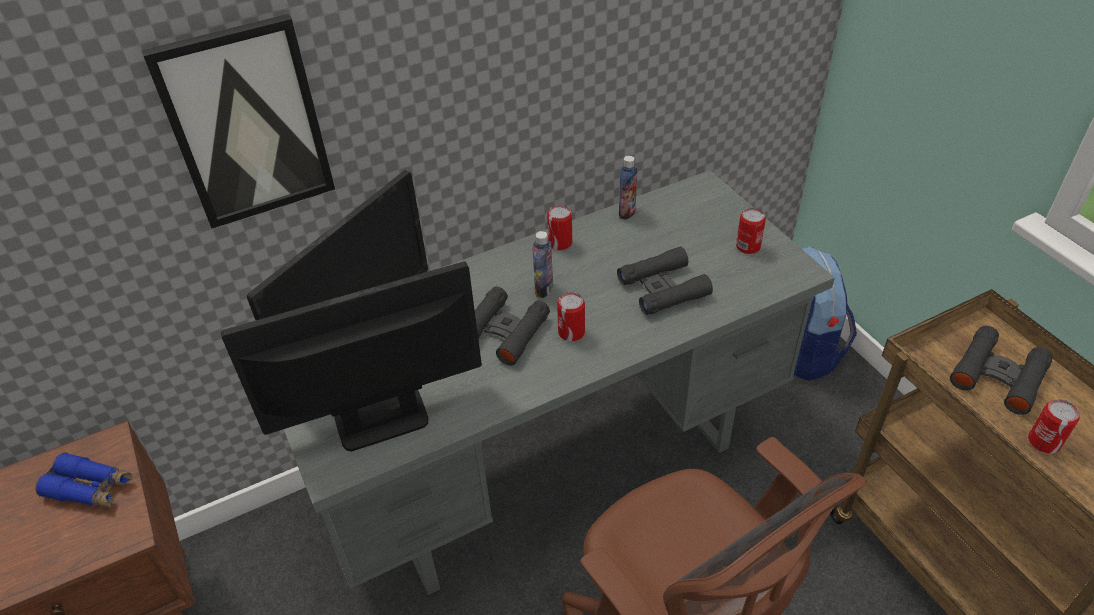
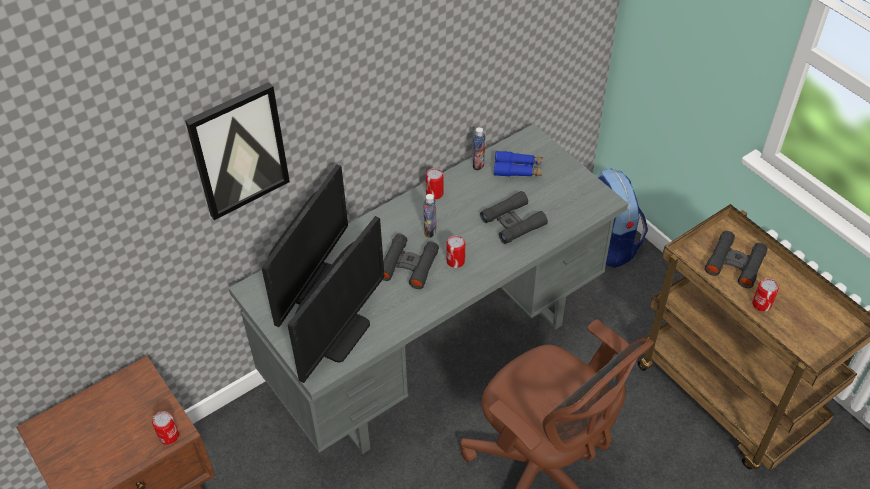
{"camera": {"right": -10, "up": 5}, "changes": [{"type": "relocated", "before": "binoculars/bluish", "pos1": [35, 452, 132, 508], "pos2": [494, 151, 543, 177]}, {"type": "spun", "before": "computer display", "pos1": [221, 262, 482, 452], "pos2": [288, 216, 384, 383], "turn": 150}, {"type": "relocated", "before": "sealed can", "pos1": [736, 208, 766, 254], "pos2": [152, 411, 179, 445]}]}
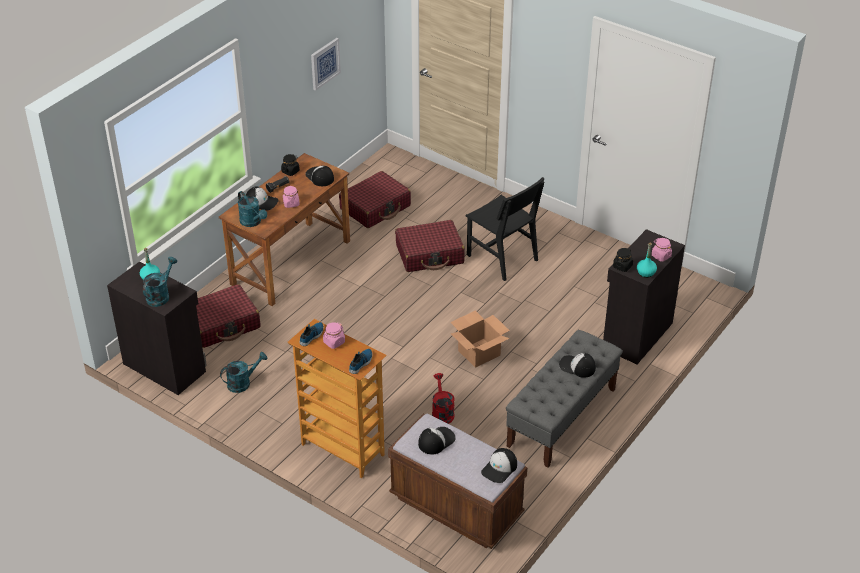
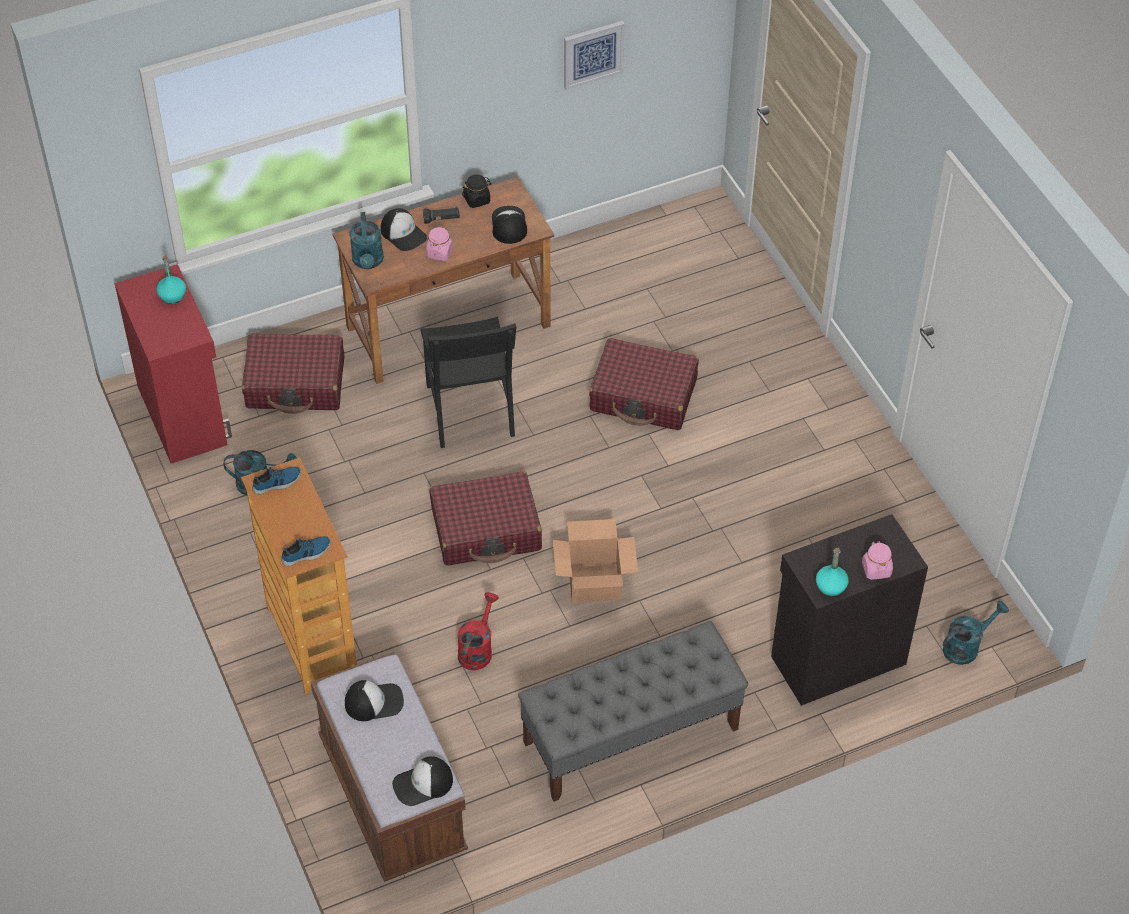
{"camera": {"right": 30, "up": 10}, "changes": [{"type": "colour", "before": "cabinet/blackish", "after": "cabinet/red-coloured", "pos1": [107, 261, 207, 395], "pos2": [115, 264, 232, 464]}, {"type": "relocated", "before": "watering can/turquoise-coloured", "pos1": [143, 257, 177, 307], "pos2": [943, 601, 1009, 665]}, {"type": "missing", "before": "jar/pinkish", "pos1": [323, 322, 345, 349]}, {"type": "relocated", "before": "travel case/red-coloured", "pos1": [339, 171, 411, 228], "pos2": [429, 471, 542, 566]}, {"type": "relocated", "before": "plain chair/blackish", "pos1": [466, 177, 545, 281], "pos2": [421, 317, 516, 448]}, {"type": "missing", "before": "peaked cap", "pos1": [559, 353, 596, 378]}, {"type": "missing", "before": "jar/blackish", "pos1": [613, 248, 633, 272]}]}
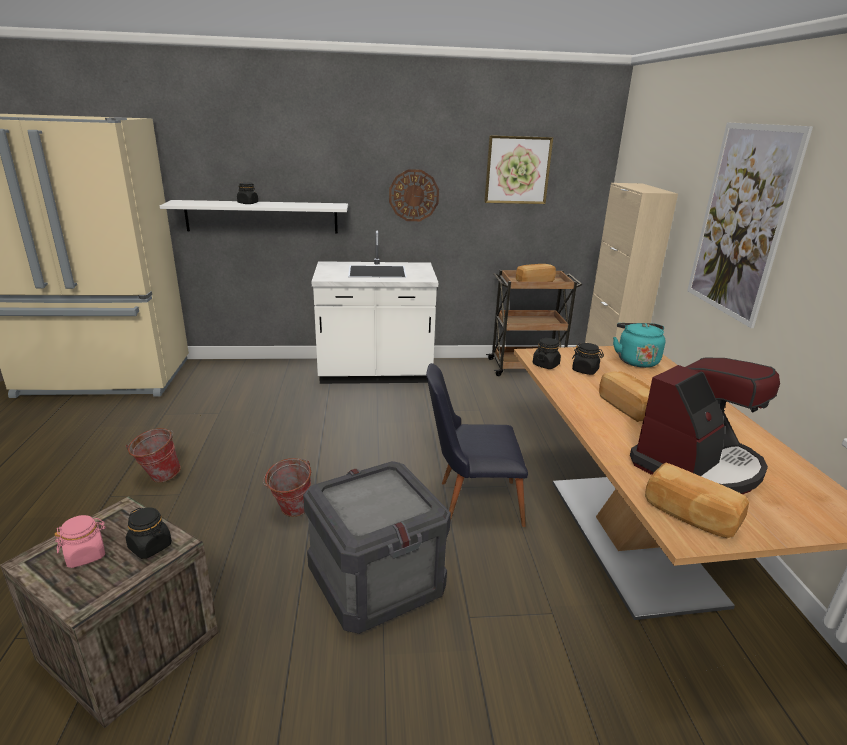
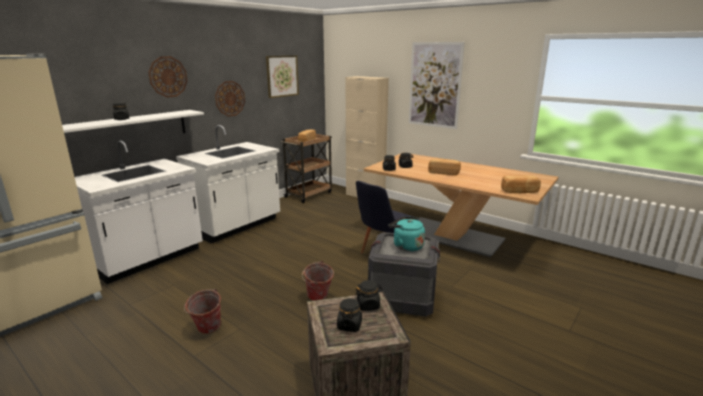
{"camera": {"right": -45, "up": -5}, "changes": [{"type": "colour", "before": "jar/pinkish", "after": "jar/blackish", "pos1": [54, 515, 106, 568], "pos2": [337, 298, 362, 332]}, {"type": "relocated", "before": "water kettle/turquoise-coloured", "pos1": [613, 323, 665, 368], "pos2": [388, 217, 425, 252]}, {"type": "missing", "before": "coffee brewer", "pos1": [630, 357, 780, 494]}, {"type": "appeared", "after": "kitchen base unit/white-coloured", "pos2": [75, 140, 203, 284]}, {"type": "appeared", "after": "hanging clock", "pos2": [148, 56, 188, 98]}]}
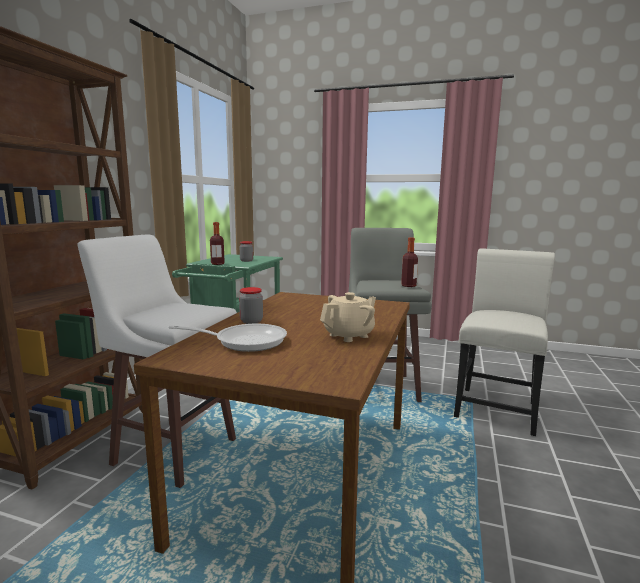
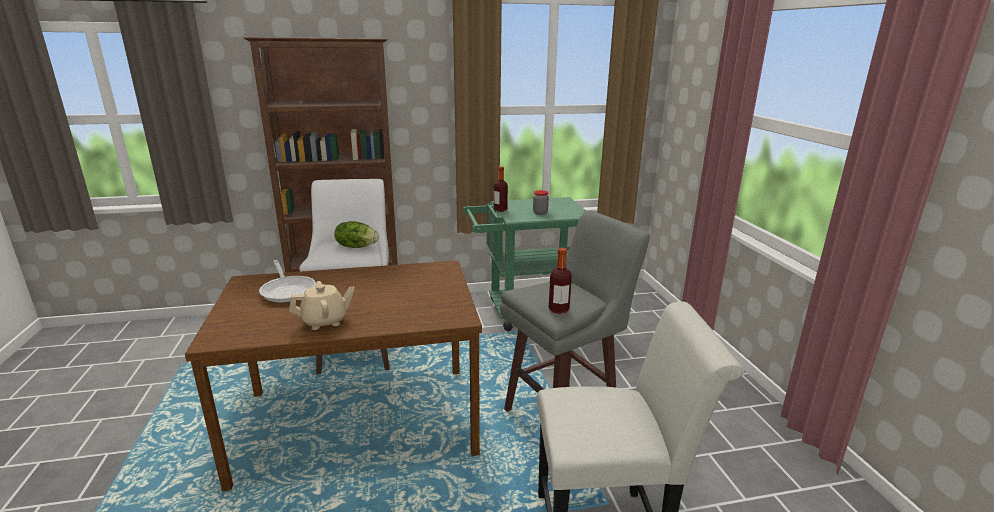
{"camera": {"right": 60, "up": 10}, "changes": [{"type": "missing", "before": "jar", "pos1": [239, 287, 263, 324]}, {"type": "spun", "before": "tea pot/beige", "pos1": [320, 292, 376, 342], "pos2": [289, 281, 355, 330], "turn": -45}, {"type": "appeared", "after": "head of lettuce", "pos2": [334, 221, 379, 248]}]}
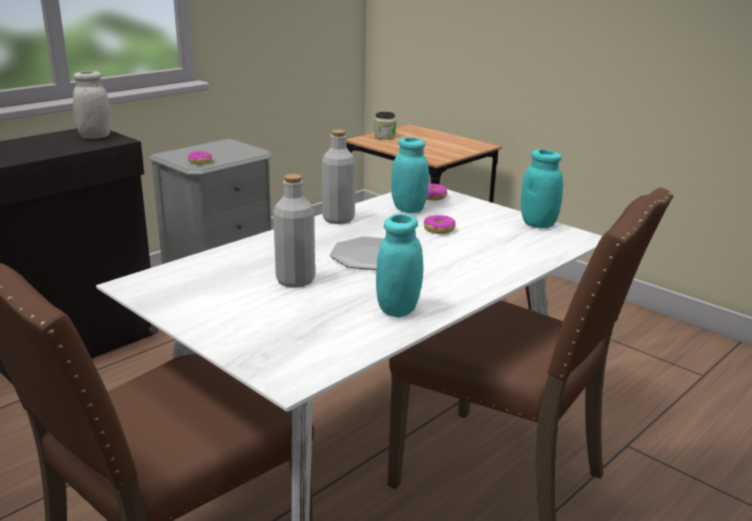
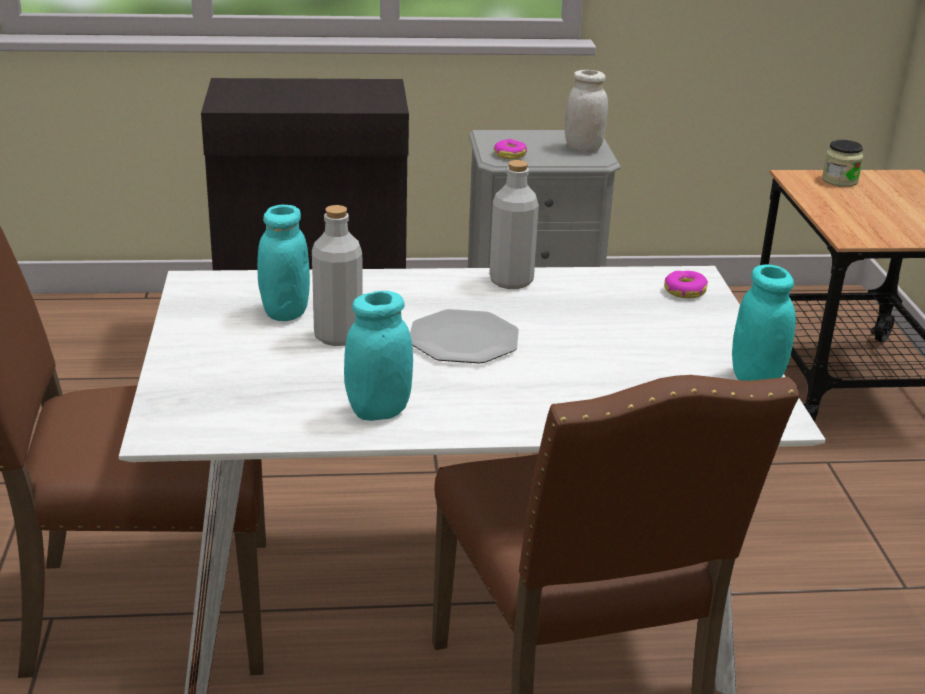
{"camera": {"right": 40, "up": 5}, "changes": [{"type": "relocated", "before": "jar/white-coloured", "pos1": [73, 71, 111, 139], "pos2": [565, 70, 608, 152]}, {"type": "relocated", "before": "jar/turquoise-coloured", "pos1": [391, 137, 429, 213], "pos2": [257, 205, 310, 321]}, {"type": "missing", "before": "donut", "pos1": [424, 215, 456, 234]}]}
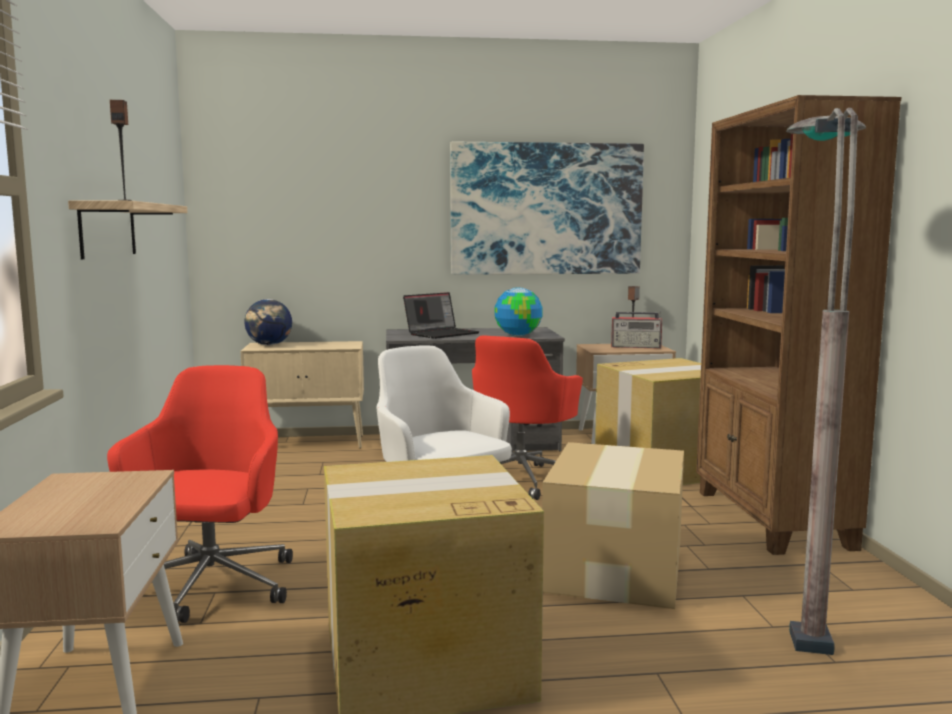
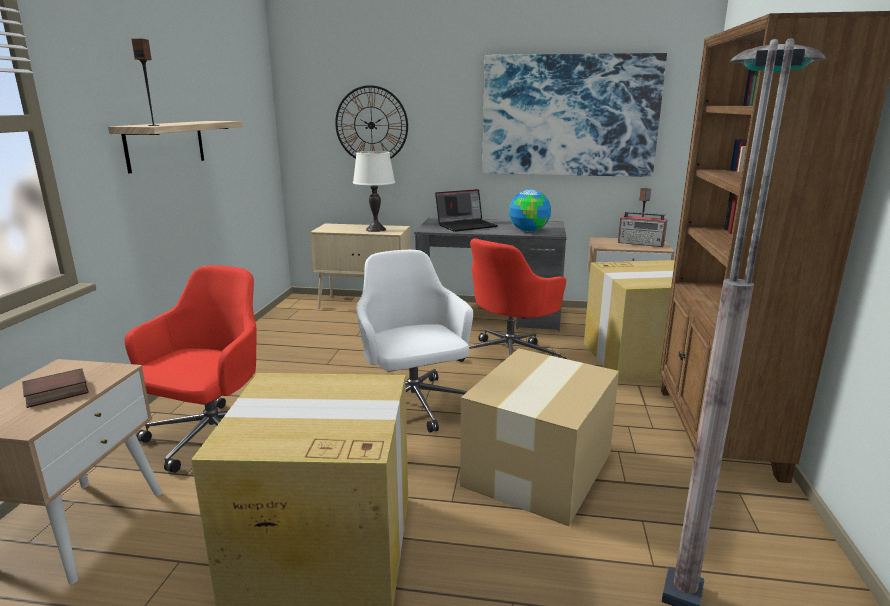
{"camera": {"right": 15, "up": 10}, "changes": [{"type": "missing", "before": "desk globe", "pos1": [244, 299, 292, 345]}, {"type": "appeared", "after": "book", "pos2": [22, 368, 89, 408]}, {"type": "appeared", "after": "hanging clock", "pos2": [335, 85, 408, 159]}, {"type": "appeared", "after": "lamp for a table/white-coloured", "pos2": [353, 151, 395, 232]}]}
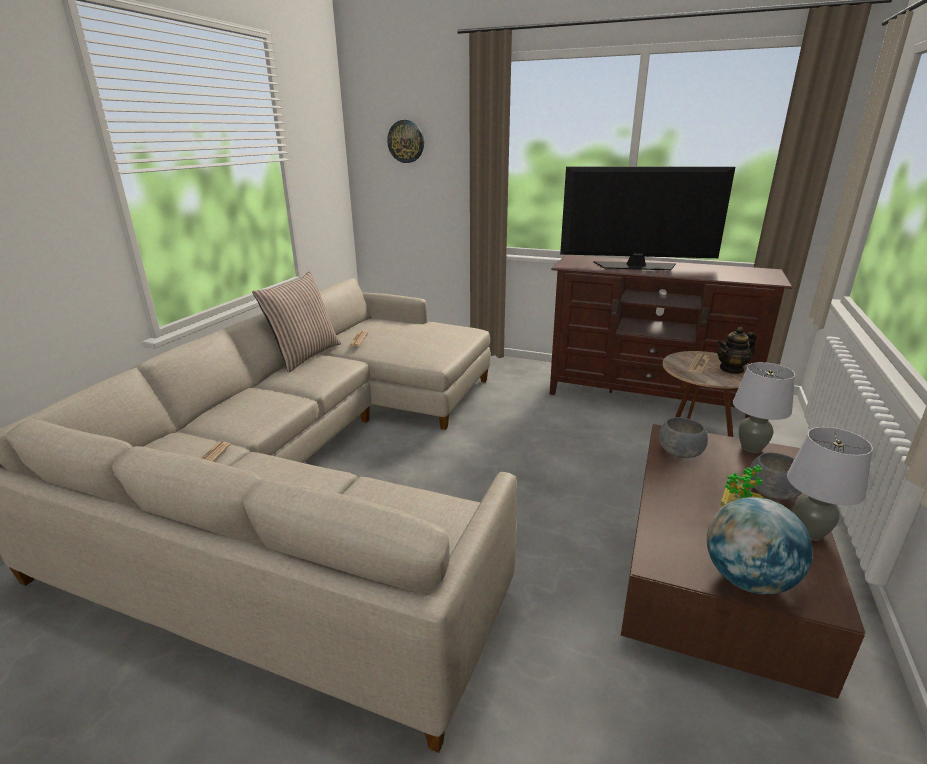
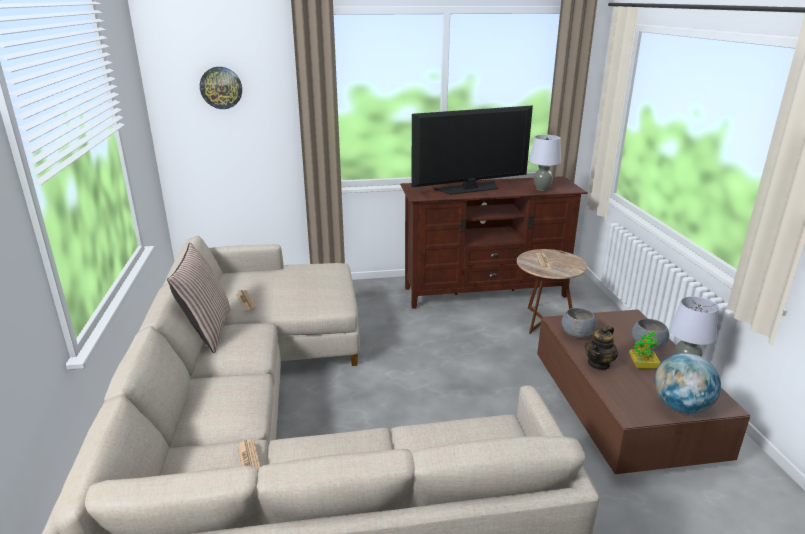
{"camera": {"right": -30, "up": 0}, "changes": [{"type": "relocated", "before": "tea pot", "pos1": [717, 327, 757, 374], "pos2": [585, 326, 618, 371]}, {"type": "relocated", "before": "lamp for a table/greyish", "pos1": [733, 362, 795, 453], "pos2": [529, 135, 561, 191]}]}
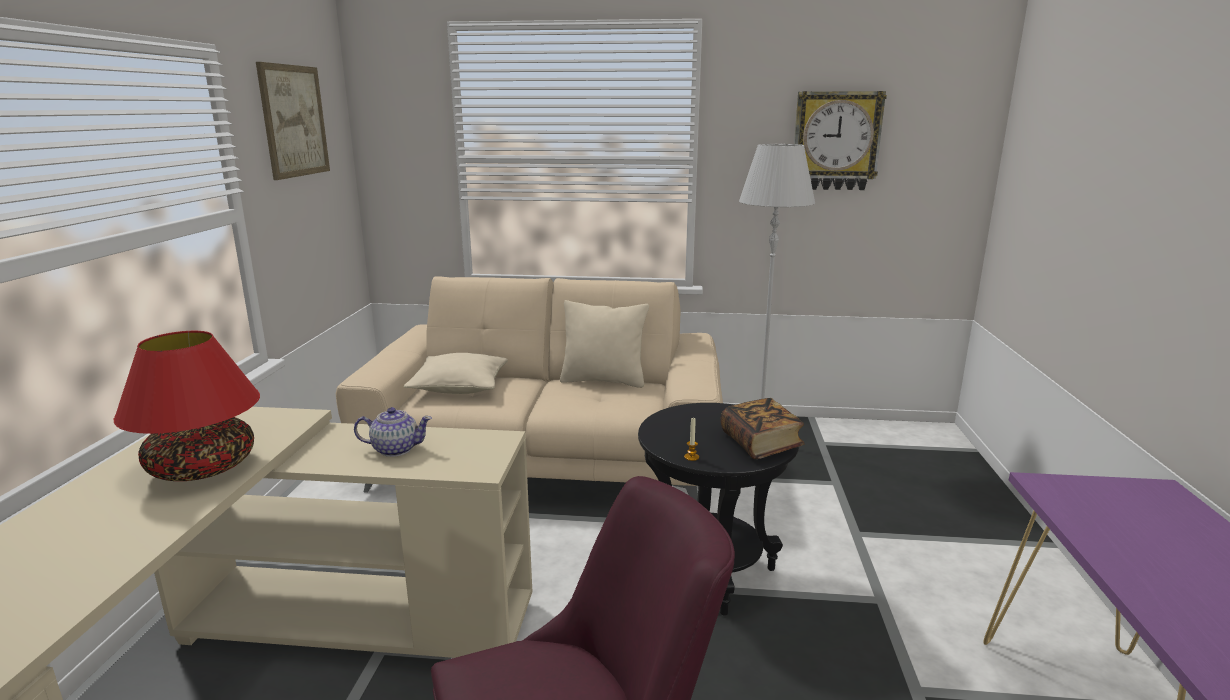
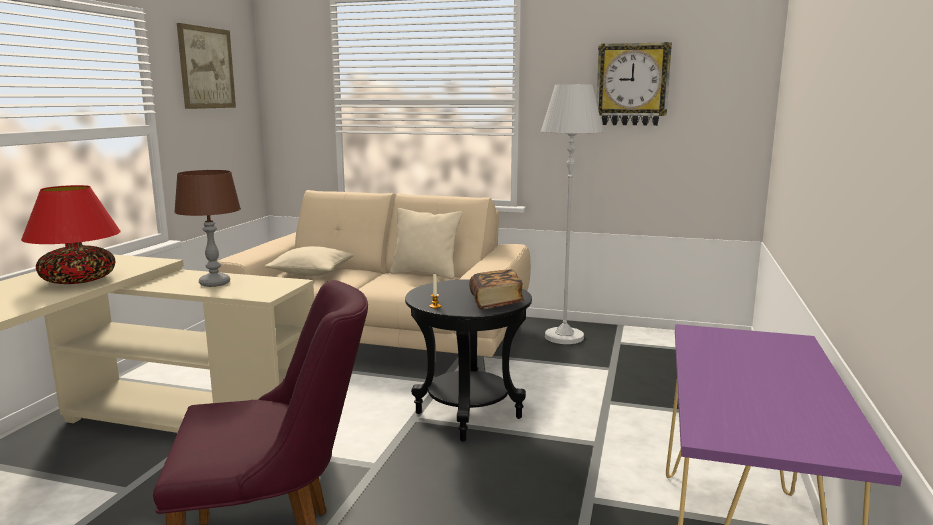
{"camera": {"right": 10, "up": -5}, "changes": [{"type": "exchanged", "before": "tea pot", "after": "lamp for a table/brownish", "pos1": [354, 407, 432, 457], "pos2": [174, 170, 241, 287]}]}
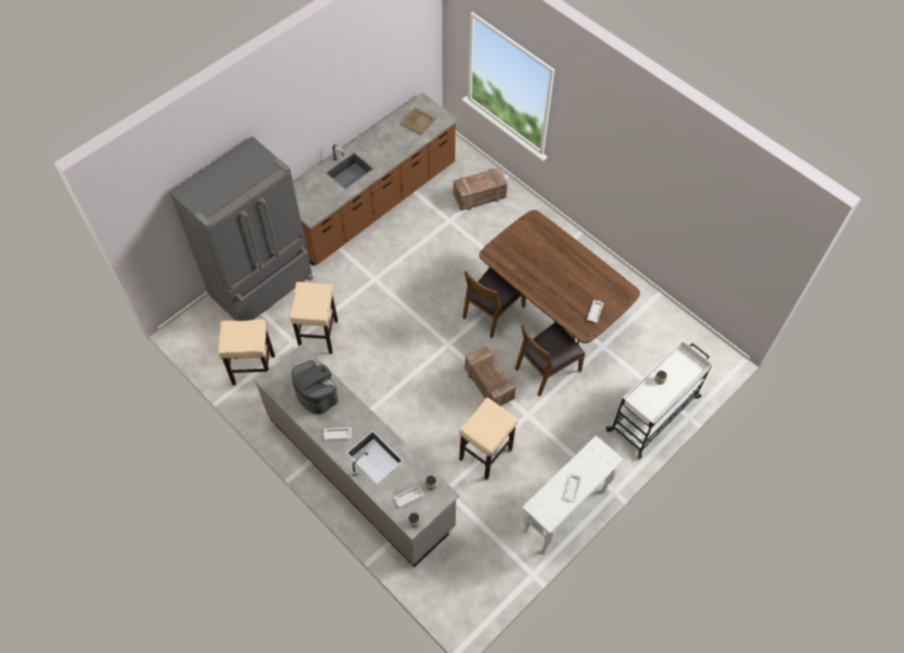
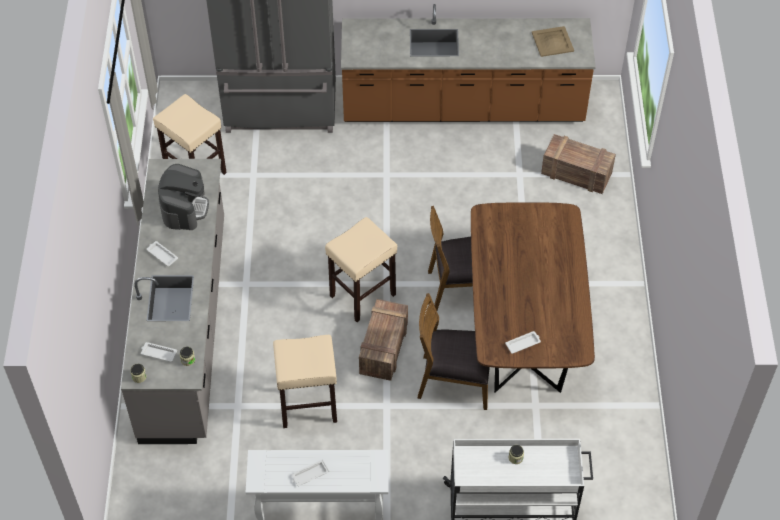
{"camera": {"right": 45, "up": -5}, "changes": [{"type": "relocated", "before": "sitting stool/beige", "pos1": [289, 282, 338, 354], "pos2": [325, 217, 397, 322]}]}
